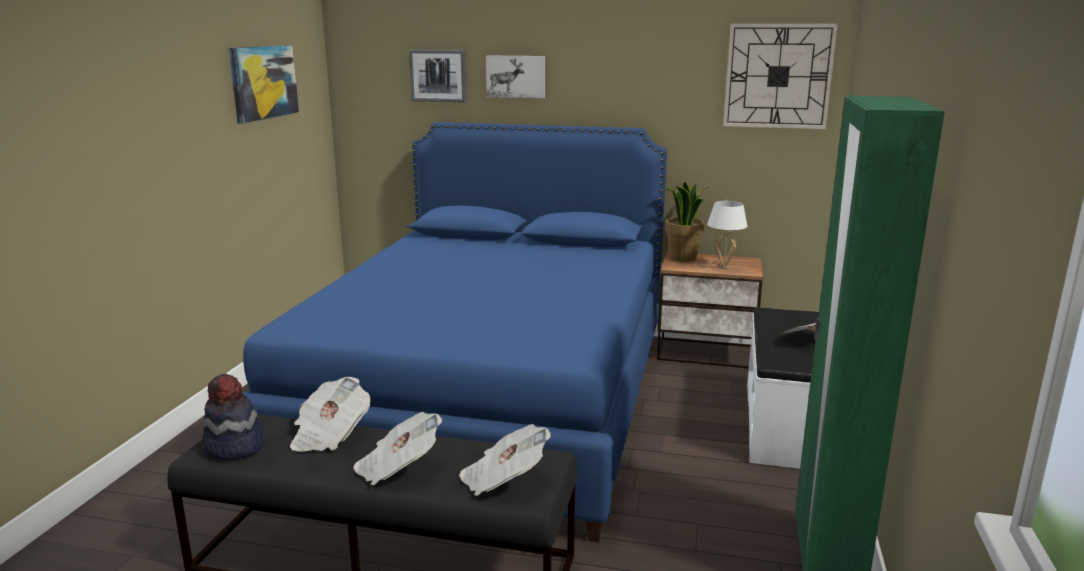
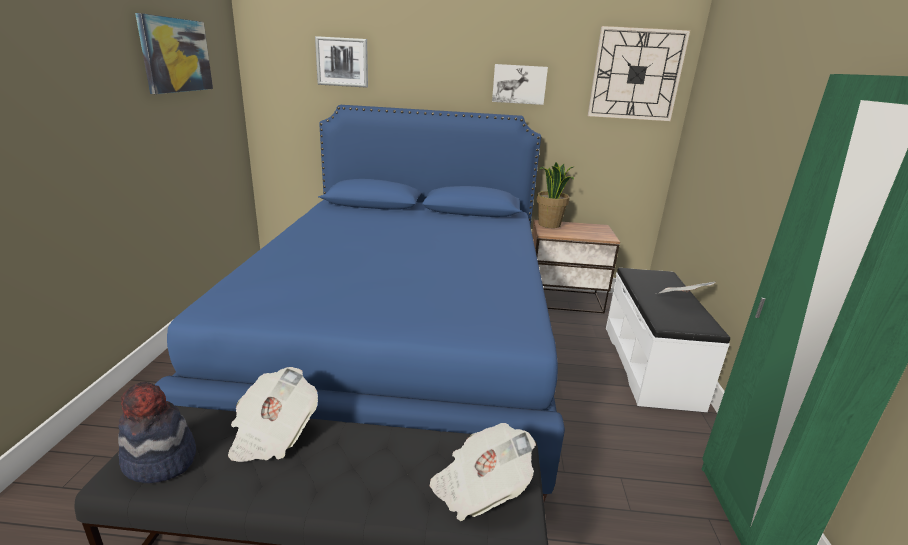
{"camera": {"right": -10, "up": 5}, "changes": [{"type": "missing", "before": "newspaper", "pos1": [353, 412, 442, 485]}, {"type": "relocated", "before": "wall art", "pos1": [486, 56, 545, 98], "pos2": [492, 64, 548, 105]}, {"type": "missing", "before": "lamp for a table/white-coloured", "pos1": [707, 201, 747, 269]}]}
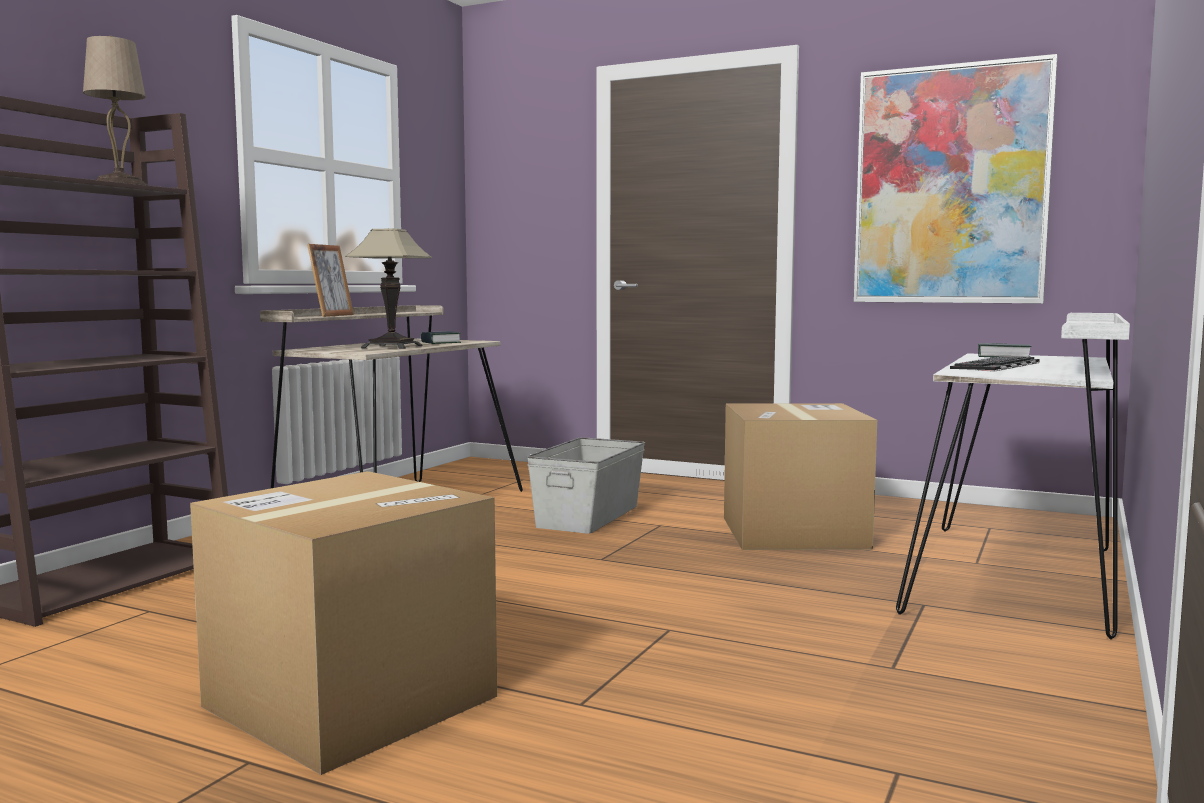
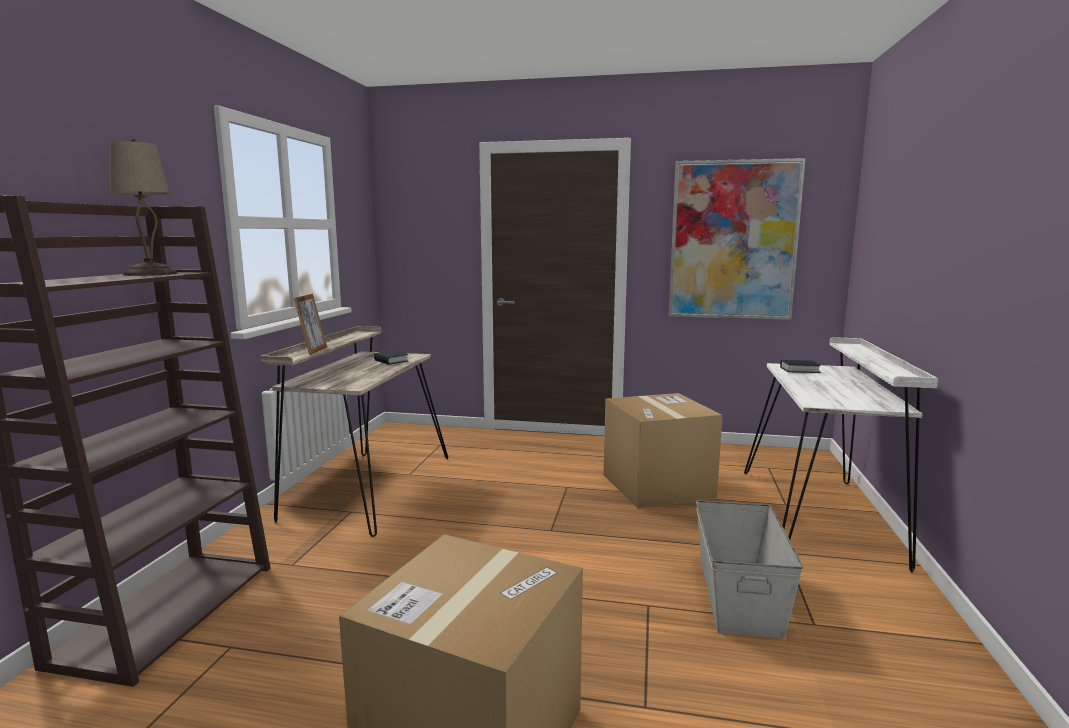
{"camera": {"right": -15, "up": 5}, "changes": [{"type": "missing", "before": "lamp for a table", "pos1": [345, 228, 432, 349]}, {"type": "relocated", "before": "storage box/greyish", "pos1": [527, 437, 645, 534], "pos2": [696, 500, 804, 638]}, {"type": "missing", "before": "keyboard", "pos1": [950, 356, 1040, 372]}]}
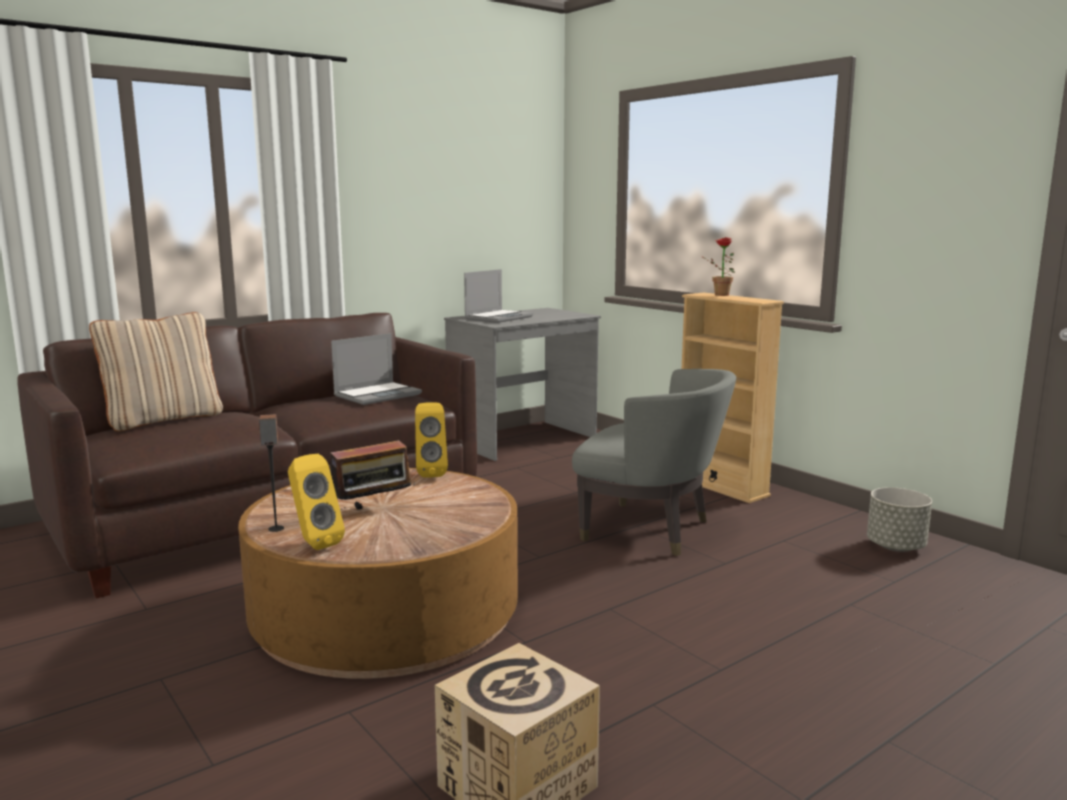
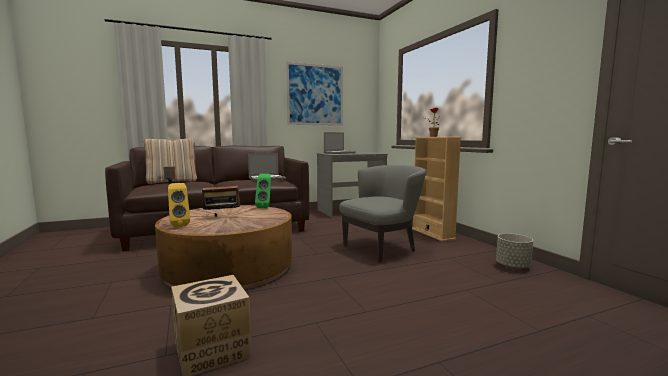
{"camera": {"right": 15, "up": -5}, "changes": [{"type": "colour", "before": "speaker/yellowish", "after": "speaker/green-coloured", "pos1": [415, 402, 448, 478], "pos2": [255, 174, 271, 208]}, {"type": "spun", "before": "lounge chair/greyish", "pos1": [572, 369, 736, 556], "pos2": [339, 165, 426, 262], "turn": -75}, {"type": "appeared", "after": "wall art", "pos2": [286, 62, 343, 126]}]}
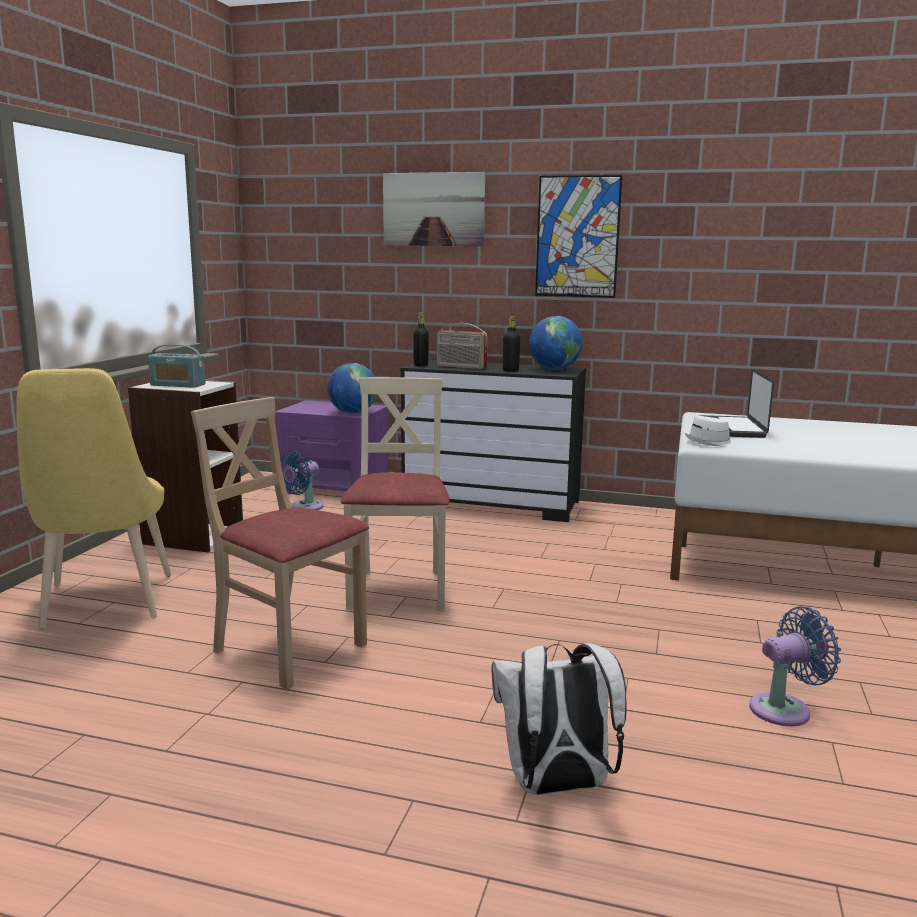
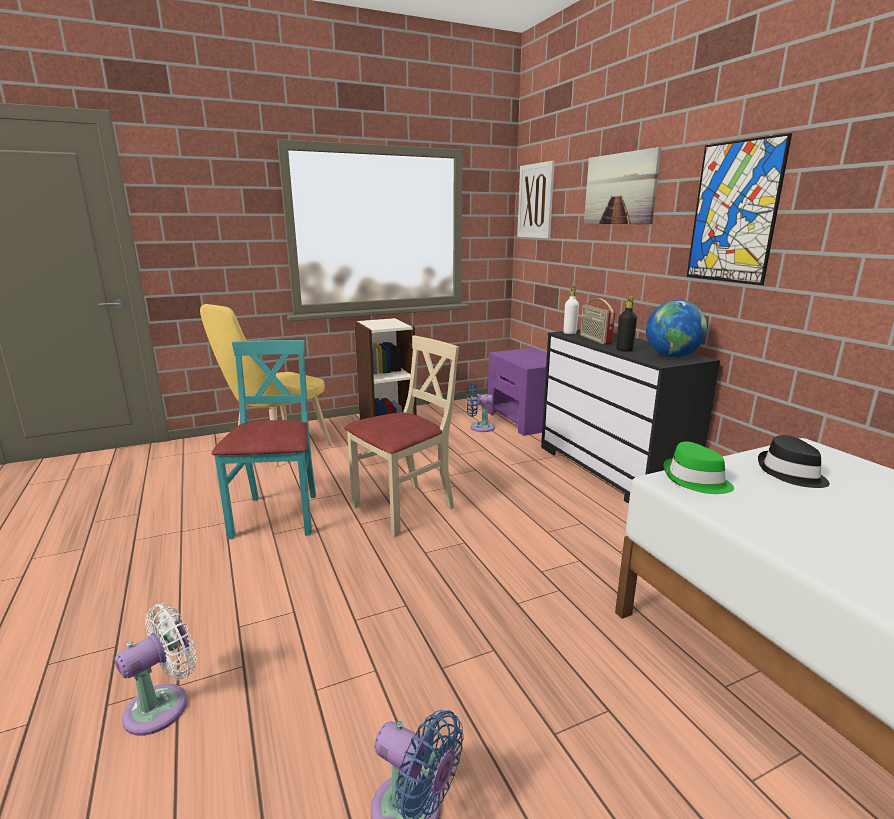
{"camera": {"right": 50, "up": 5}, "changes": [{"type": "missing", "before": "radio receiver", "pos1": [148, 344, 205, 388]}, {"type": "colour", "before": "plain chair/beige", "after": "plain chair/turquoise-coloured", "pos1": [191, 397, 369, 690], "pos2": [211, 340, 316, 539]}, {"type": "missing", "before": "desk globe", "pos1": [327, 363, 377, 414]}, {"type": "colour", "before": "beverage bottle/blackish", "after": "beverage bottle/white-coloured", "pos1": [413, 313, 429, 366], "pos2": [563, 286, 579, 334]}, {"type": "exchanged", "before": "backpack/white-coloured", "after": "fan/white-coloured", "pos1": [491, 643, 627, 795], "pos2": [115, 603, 197, 736]}, {"type": "colour", "before": "clothing hat/white-coloured", "after": "clothing hat/green-coloured", "pos1": [685, 415, 736, 446], "pos2": [664, 441, 734, 494]}, {"type": "exchanged", "before": "laptop", "after": "clothing hat/blackish", "pos1": [699, 369, 774, 438], "pos2": [758, 435, 830, 488]}, {"type": "appeared", "after": "wall art", "pos2": [517, 161, 555, 238]}]}
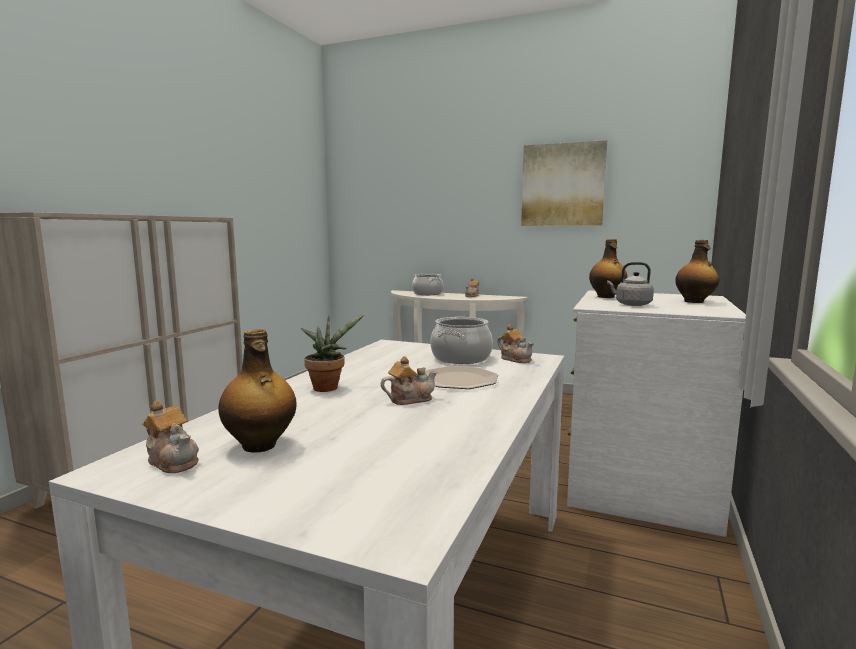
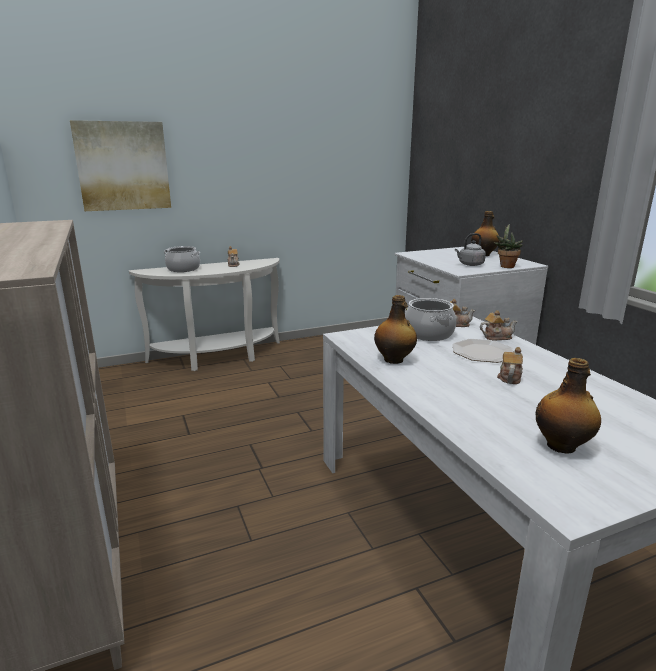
{"camera": {"right": -45, "up": 10}, "changes": [{"type": "relocated", "before": "tea pot", "pos1": [142, 400, 199, 473], "pos2": [480, 310, 518, 341]}, {"type": "relocated", "before": "plant in a pot", "pos1": [301, 314, 364, 392], "pos2": [494, 224, 523, 268]}, {"type": "relocated", "before": "wall art", "pos1": [521, 140, 607, 226], "pos2": [70, 120, 171, 211]}, {"type": "relocated", "before": "beverage bottle", "pos1": [589, 239, 627, 298], "pos2": [374, 295, 417, 364]}]}
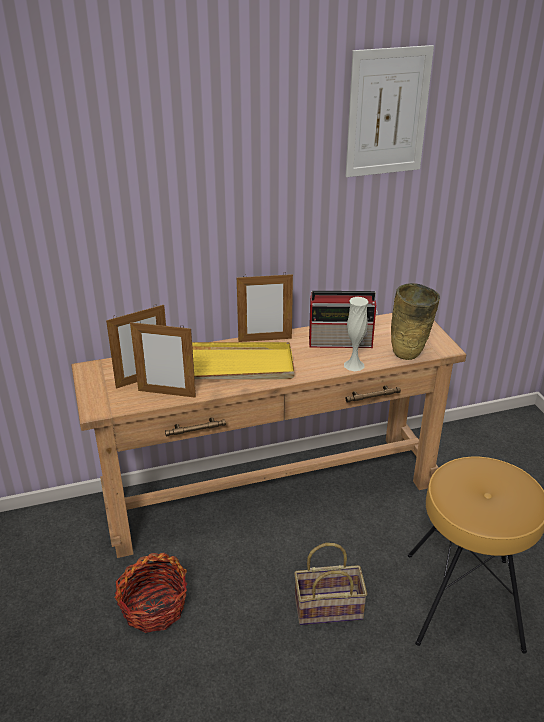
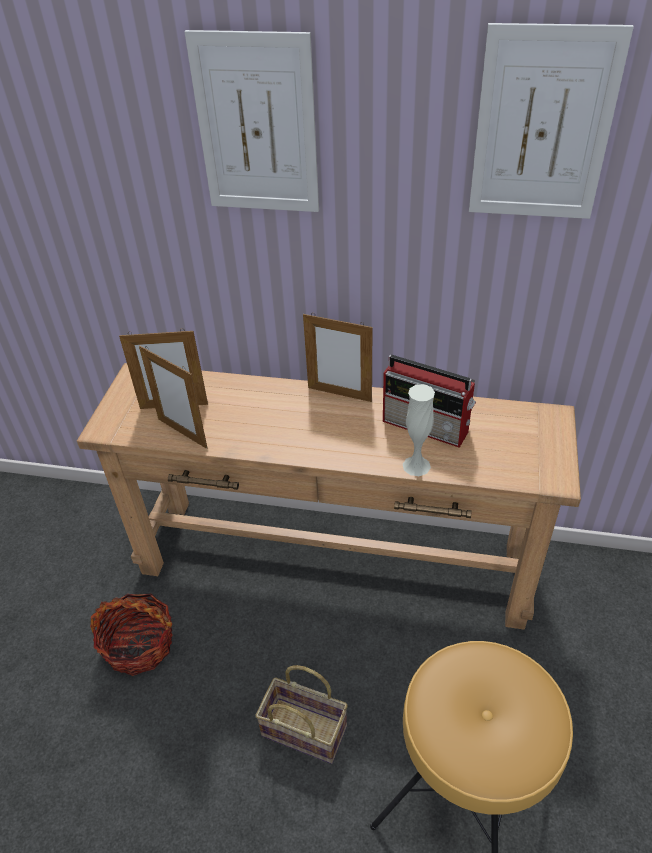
{"camera": {"right": 30, "up": 10}, "changes": [{"type": "missing", "before": "carrying tray/yellowish", "pos1": [192, 342, 295, 379]}, {"type": "missing", "before": "flower vase/beige", "pos1": [391, 283, 440, 360]}, {"type": "appeared", "after": "wall art", "pos2": [184, 30, 319, 212]}]}
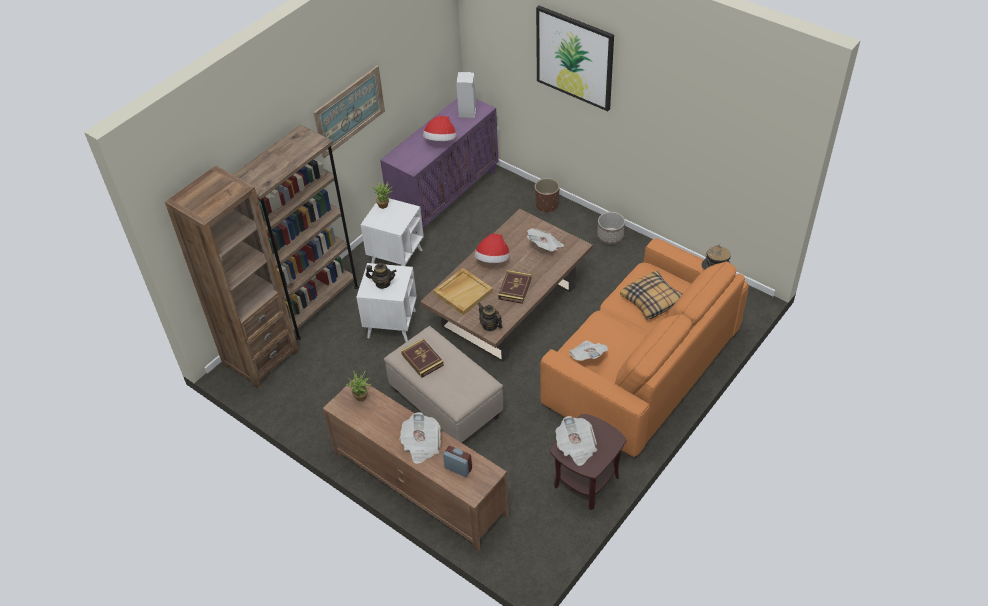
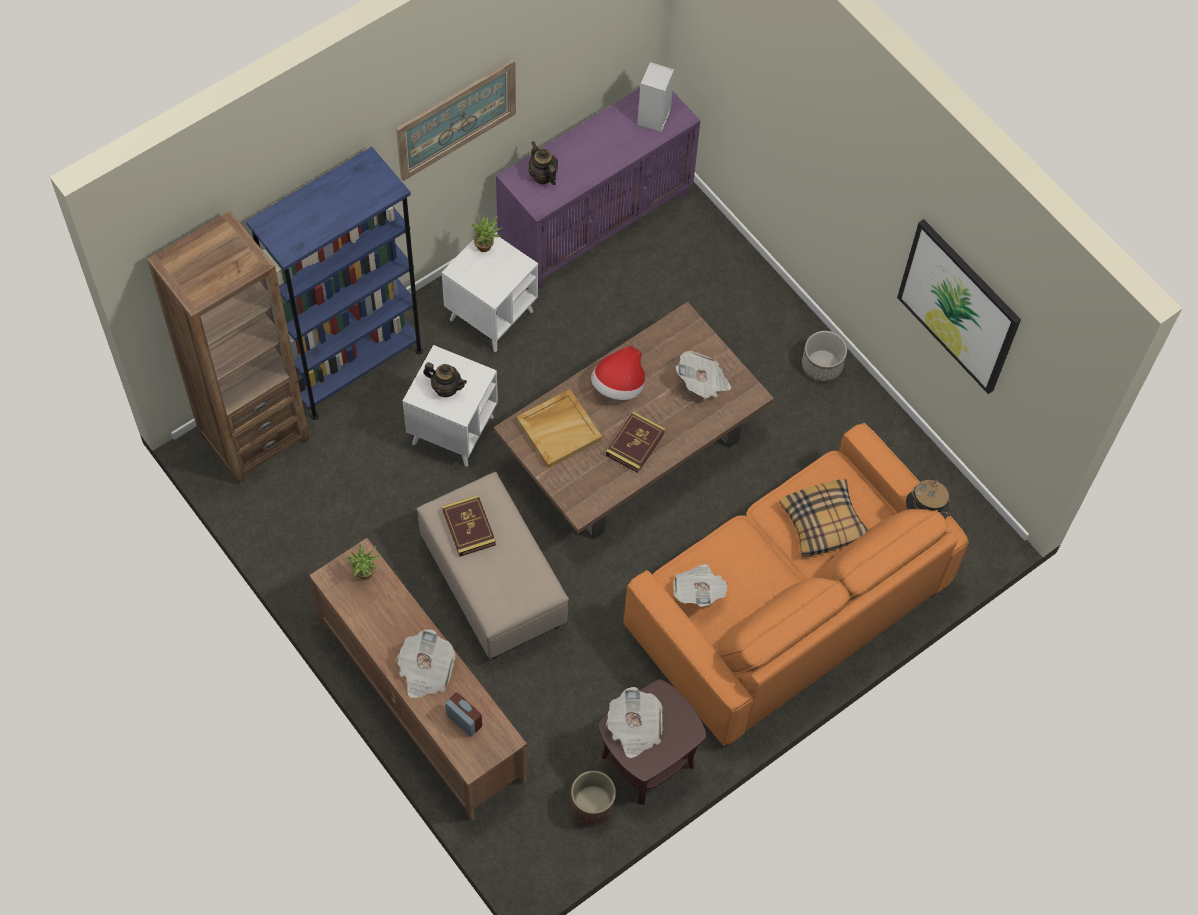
{"camera": {"right": 10, "up": 15}, "changes": [{"type": "colour", "before": "bookcase/brownish", "after": "bookcase/bluish", "pos1": [233, 124, 359, 340], "pos2": [246, 147, 423, 420]}, {"type": "missing", "before": "clothing hat", "pos1": [423, 115, 456, 141]}, {"type": "relocated", "before": "tea pot", "pos1": [478, 303, 502, 331], "pos2": [528, 141, 558, 185]}, {"type": "relocated", "before": "planter/brownish", "pos1": [535, 178, 560, 212], "pos2": [571, 771, 616, 826]}, {"type": "relocated", "before": "wall art", "pos1": [536, 6, 614, 111], "pos2": [897, 219, 1021, 394]}]}
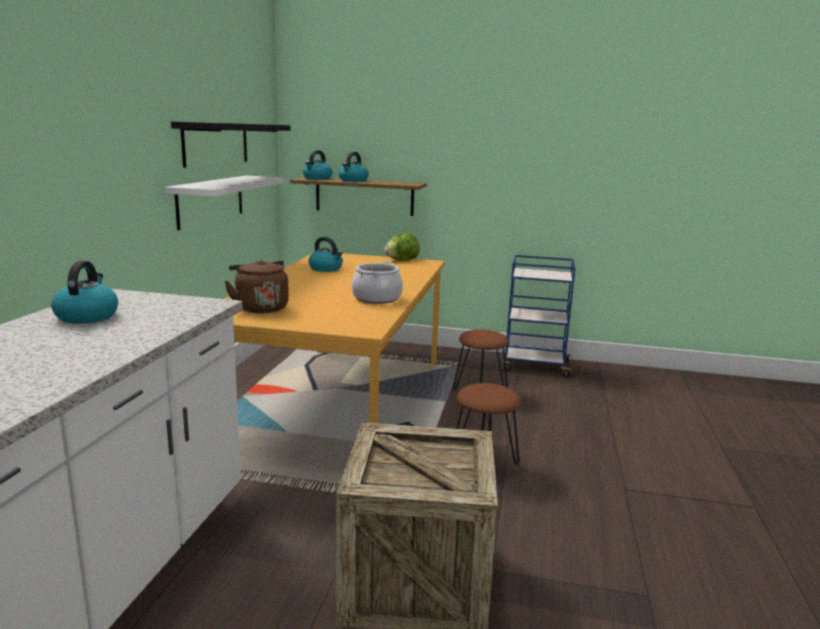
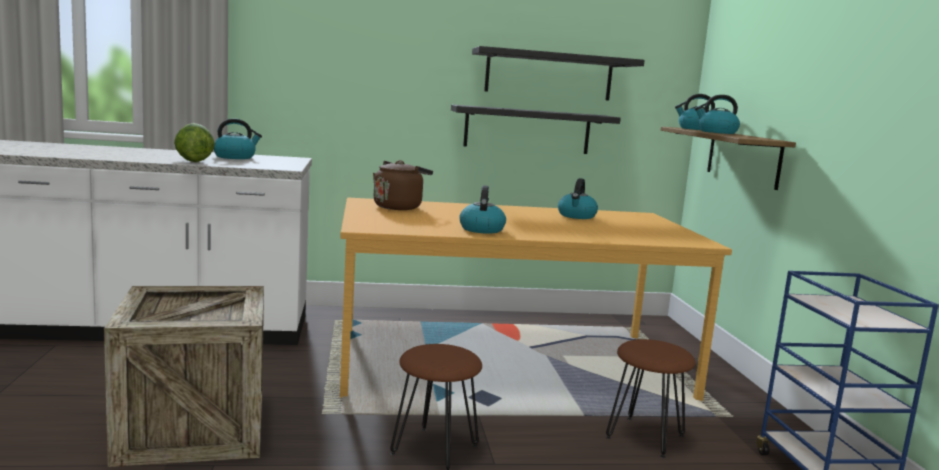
{"camera": {"right": 70, "up": -5}, "changes": [{"type": "colour", "before": "bracket shelf/white-coloured", "after": "bracket shelf/blackish", "pos1": [165, 176, 286, 230], "pos2": [451, 104, 621, 154]}, {"type": "exchanged", "before": "stockpot", "after": "water kettle", "pos1": [352, 261, 403, 304], "pos2": [459, 185, 506, 234]}, {"type": "relocated", "before": "head of lettuce", "pos1": [384, 233, 420, 261], "pos2": [174, 123, 215, 162]}]}
